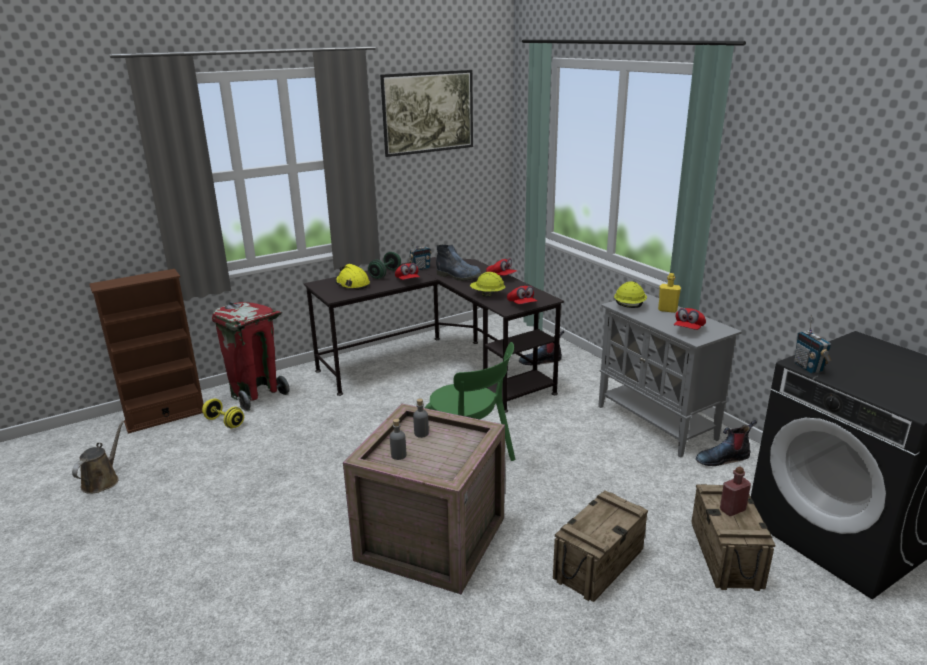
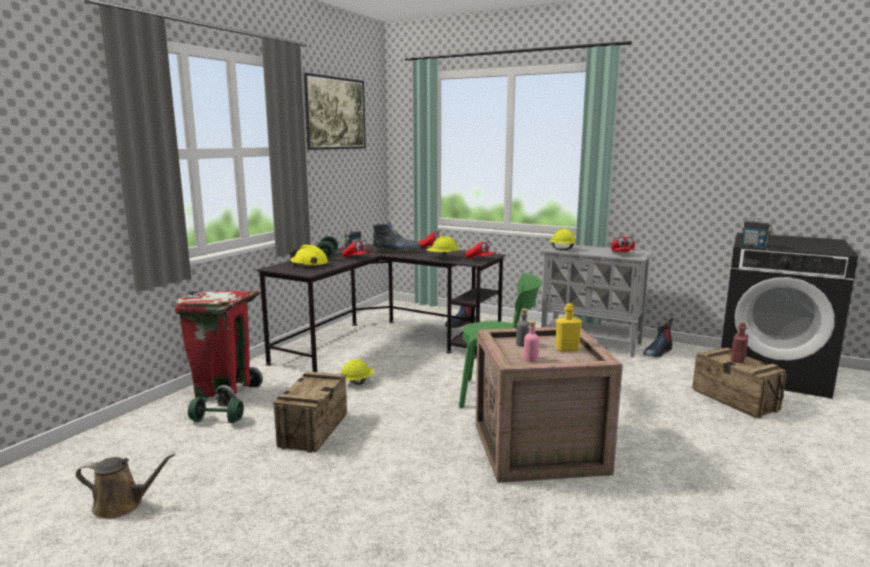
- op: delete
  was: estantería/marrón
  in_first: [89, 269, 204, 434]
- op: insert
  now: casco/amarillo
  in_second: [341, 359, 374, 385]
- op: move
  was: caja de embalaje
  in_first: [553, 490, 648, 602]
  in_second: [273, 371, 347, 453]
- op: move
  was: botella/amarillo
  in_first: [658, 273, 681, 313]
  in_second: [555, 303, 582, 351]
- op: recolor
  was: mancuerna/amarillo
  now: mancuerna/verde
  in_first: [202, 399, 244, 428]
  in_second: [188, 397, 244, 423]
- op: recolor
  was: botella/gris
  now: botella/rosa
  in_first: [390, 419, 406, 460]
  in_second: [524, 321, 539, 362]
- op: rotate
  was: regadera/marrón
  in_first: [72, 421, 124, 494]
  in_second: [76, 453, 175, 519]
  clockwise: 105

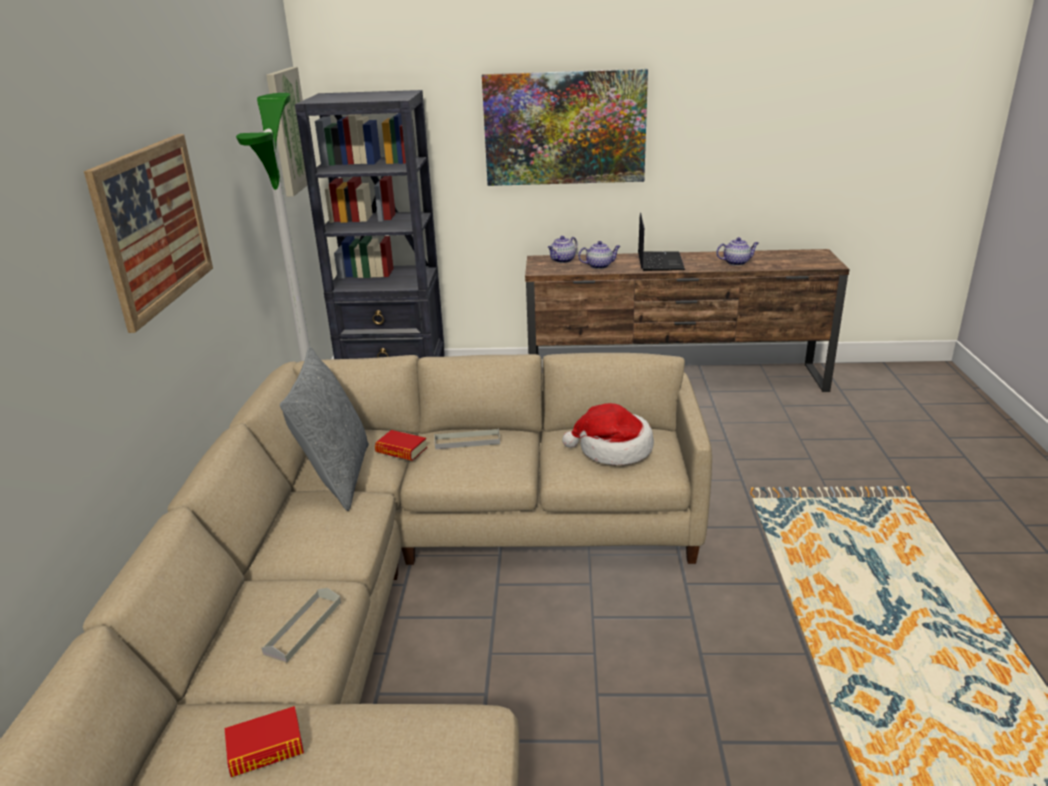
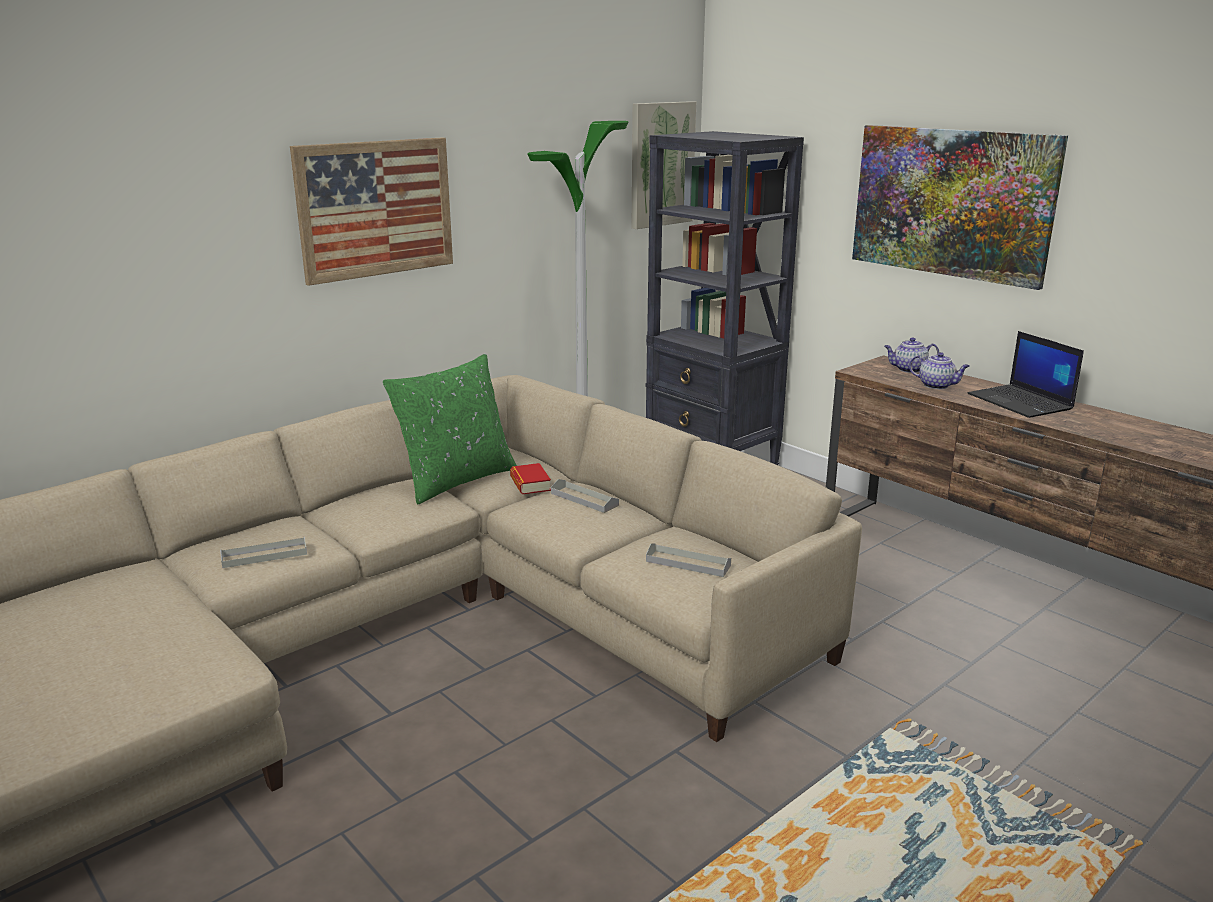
- op: delete
  was: libro
  in_first: [225, 706, 304, 777]
- op: delete
  was: tetera
  in_first: [716, 237, 759, 266]
- op: replace
  was: sombrero
  now: bandeja/gris
  in_first: [562, 403, 654, 465]
  in_second: [646, 543, 731, 577]
- op: recolor
  was: cojín/gris
  now: cojín/verde
  in_first: [280, 347, 369, 511]
  in_second: [383, 354, 517, 504]
- op: rotate
  was: portátil
  in_first: [638, 213, 685, 271]
  in_second: [967, 331, 1084, 418]
  clockwise: 105

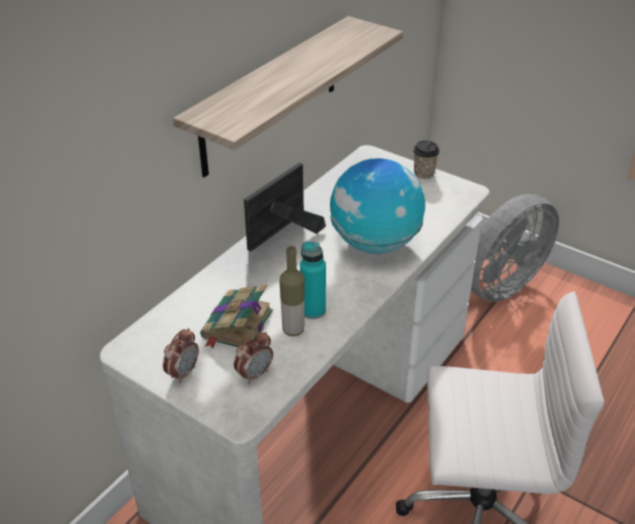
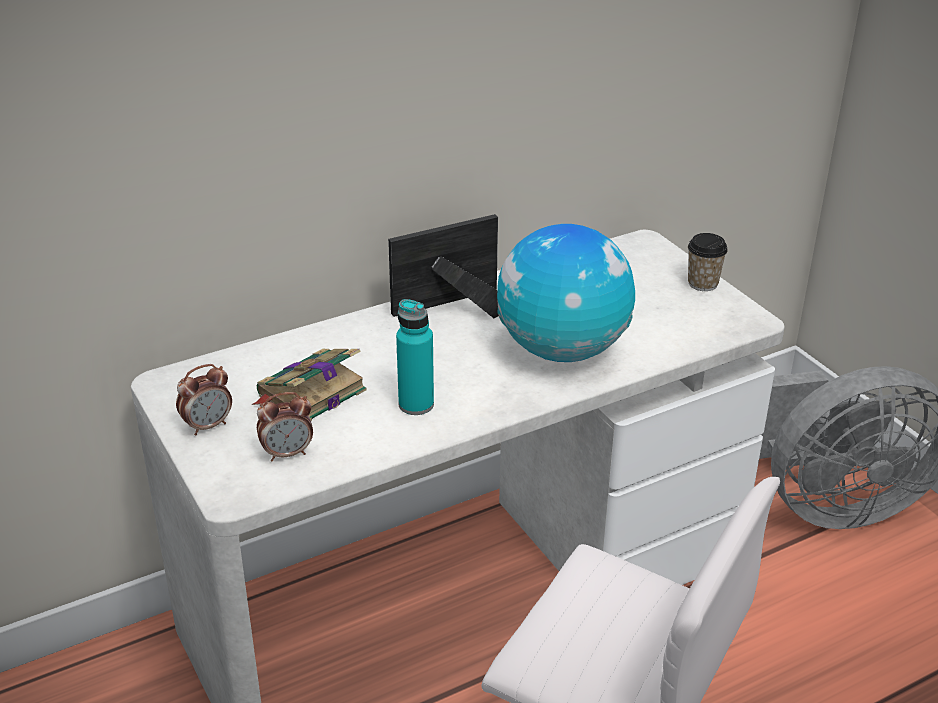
- op: delete
  was: estante
  in_first: [173, 16, 403, 178]
- op: delete
  was: botella
  in_first: [279, 246, 305, 336]

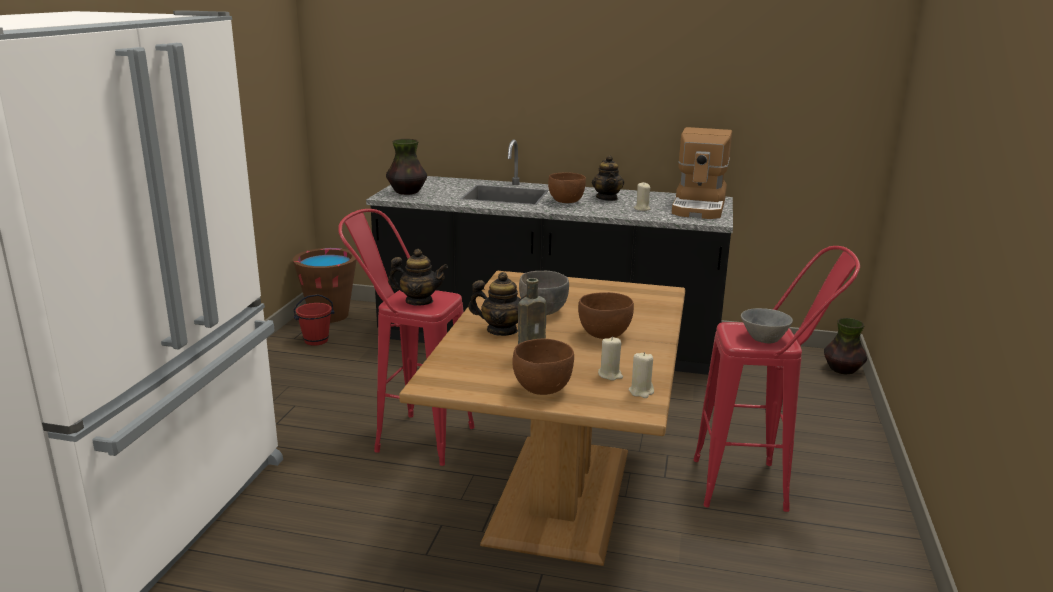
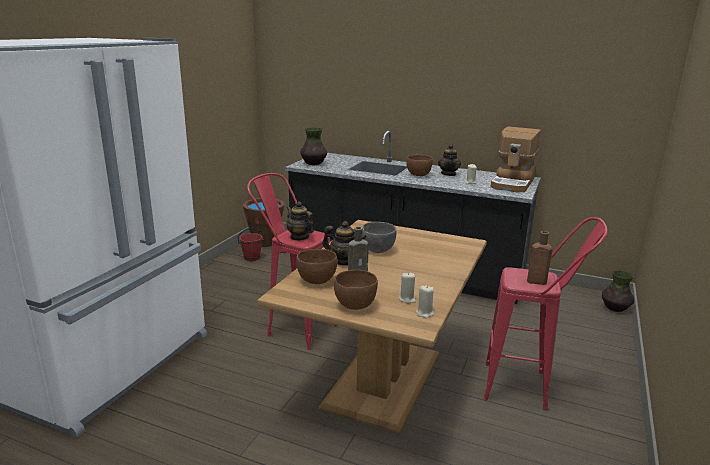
- op: move
  was: cuenco/marrón
  in_first: [578, 292, 634, 339]
  in_second: [296, 249, 337, 284]
- op: replace
  was: cuenco/gris
  now: botella/marrón
  in_first: [741, 308, 793, 343]
  in_second: [527, 231, 553, 285]
- op: rotate
  was: tetera
  in_first: [388, 249, 448, 306]
  in_second: [286, 201, 313, 241]
  clockwise: -150

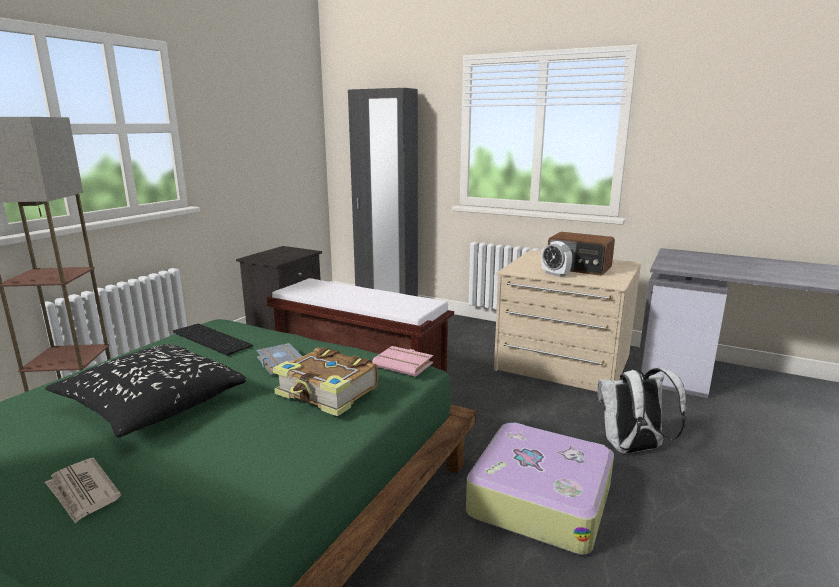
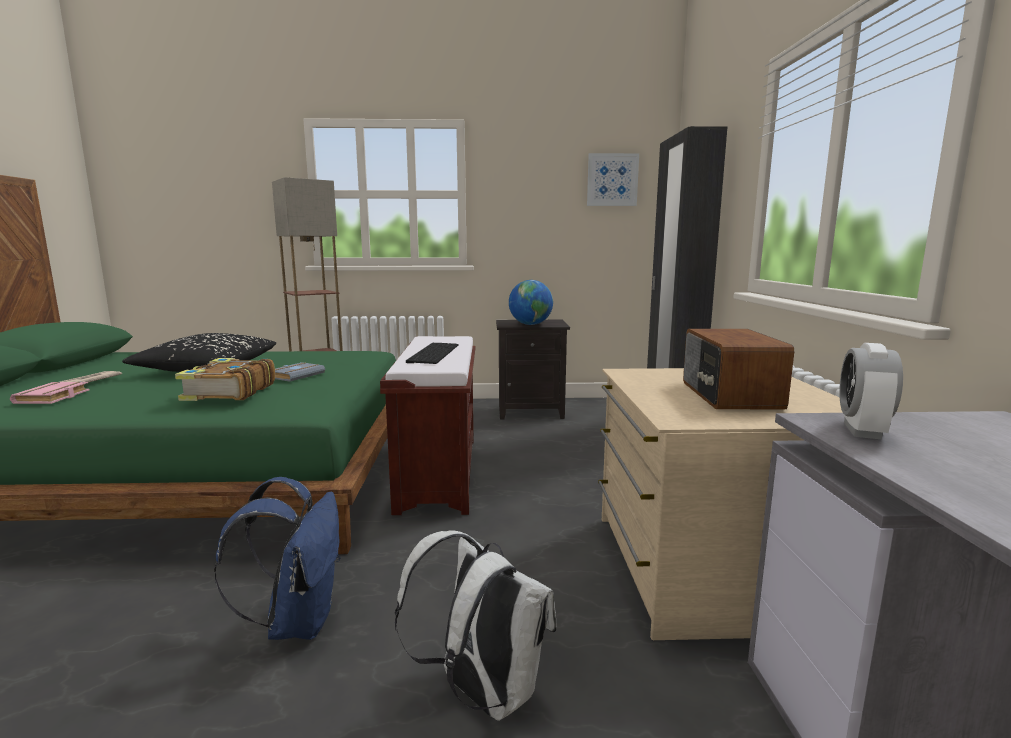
- op: insert
  now: globo terráqueo
  in_second: [509, 280, 553, 325]
- op: insert
  now: cuadro
  in_second: [587, 153, 639, 206]
- op: move
  was: teclado
  in_first: [173, 324, 253, 356]
  in_second: [406, 343, 458, 364]
- op: move
  was: libro/rosa
  in_first: [372, 346, 433, 377]
  in_second: [10, 382, 89, 404]
- op: move
  was: despertador
  in_first: [542, 241, 572, 277]
  in_second: [839, 343, 903, 440]
- op: replace
  was: maleta
  now: mochila/azul
  in_first: [466, 422, 614, 555]
  in_second: [214, 477, 340, 640]

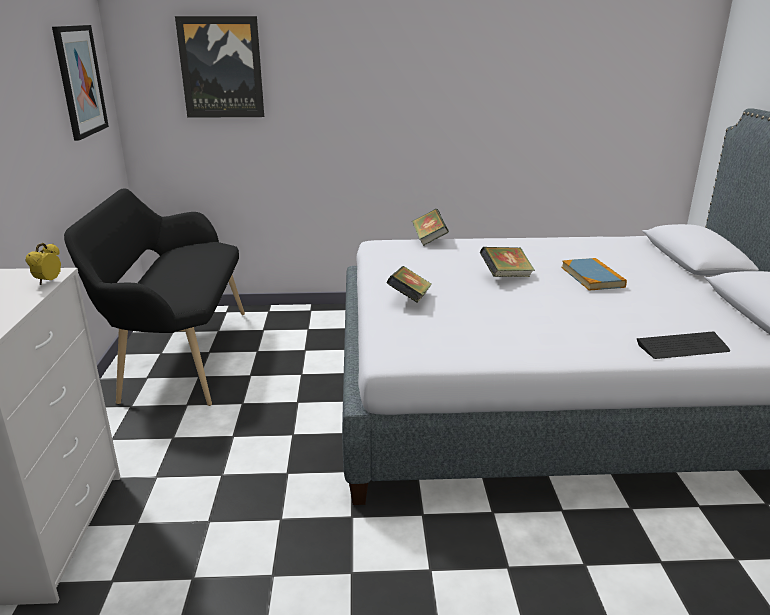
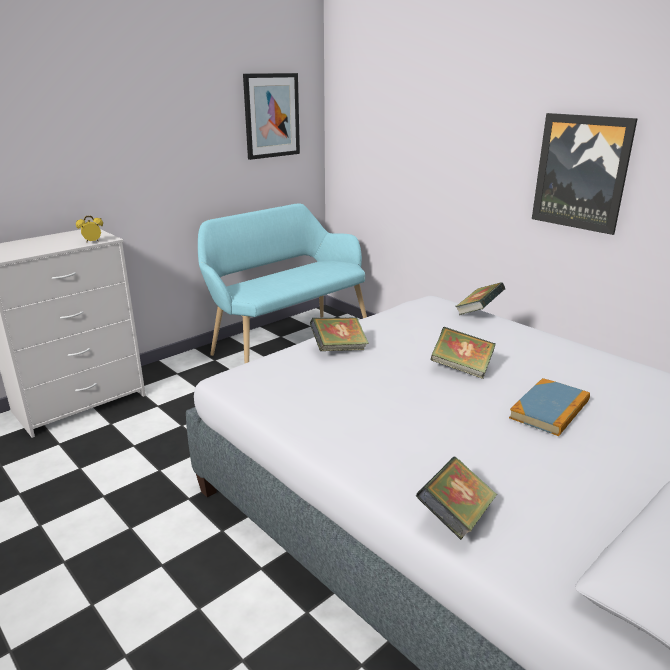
- op: move
  was: cuadro
  in_first: [175, 16, 264, 118]
  in_second: [532, 113, 638, 235]
- op: replace
  was: teclado
  now: libro
  in_first: [637, 331, 730, 359]
  in_second: [416, 457, 497, 540]
- op: recolor
  was: banco/negro
  now: banco/turquesa
  in_first: [64, 189, 245, 406]
  in_second: [198, 203, 367, 364]

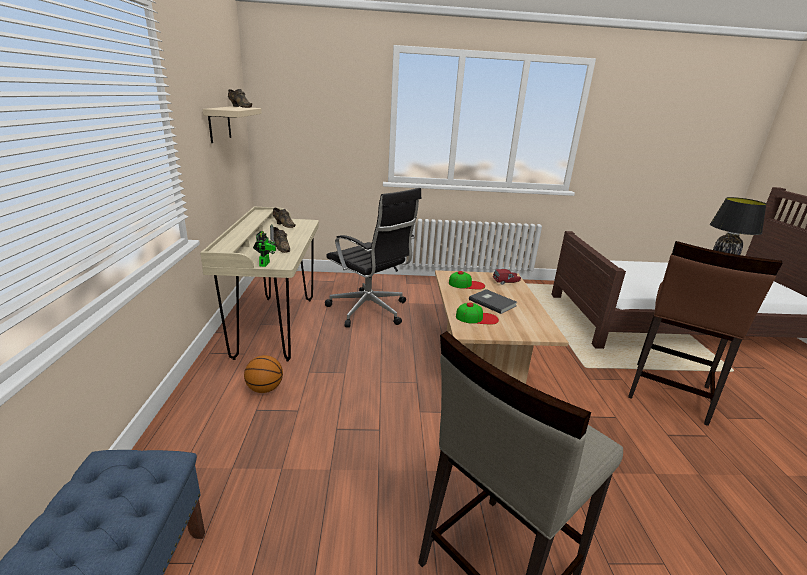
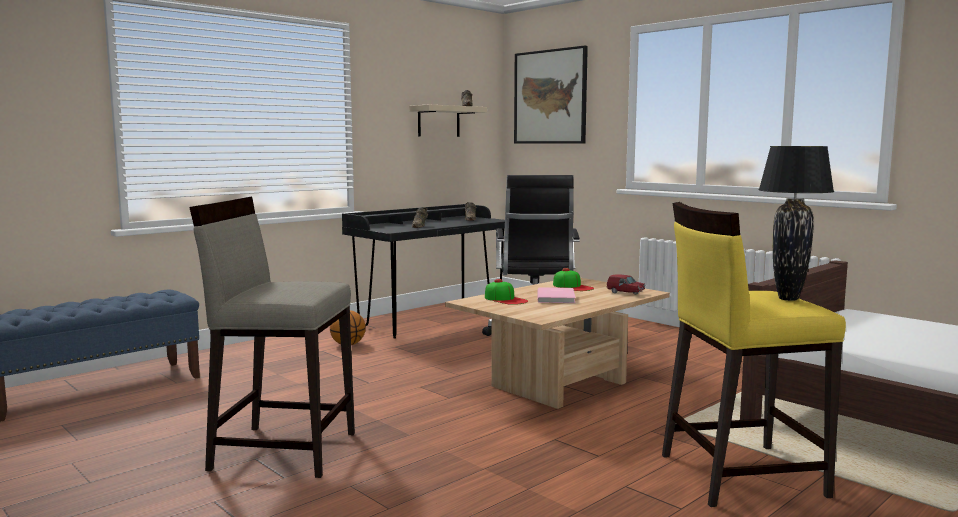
- op: delete
  was: robot de juguete
  in_first: [253, 225, 277, 267]
- op: insert
  now: cuadro
  in_second: [514, 45, 588, 144]
- op: recolor
  was: escritorio/beis
  now: escritorio/negro
  in_first: [200, 207, 319, 362]
  in_second: [342, 204, 505, 339]
- op: recolor
  was: libro/gris
  now: libro/rosa
  in_first: [469, 289, 517, 314]
  in_second: [538, 287, 575, 303]
- op: recolor
  was: taburete/marrón
  now: taburete/amarillo
  in_first: [628, 241, 783, 426]
  in_second: [662, 202, 846, 507]

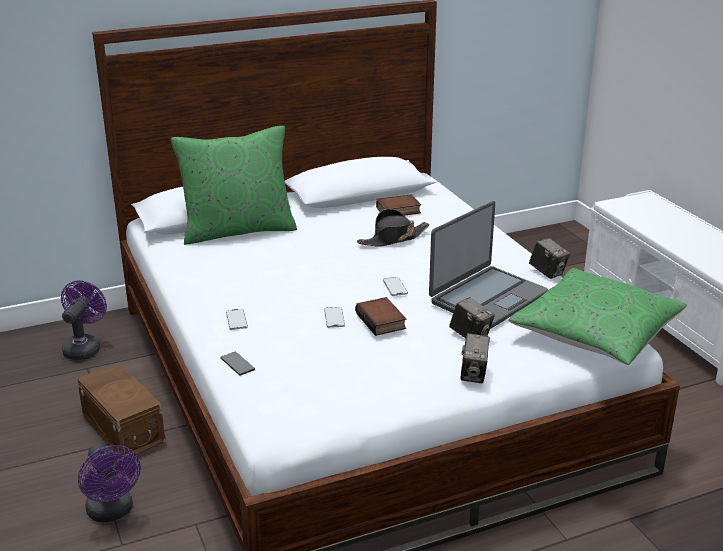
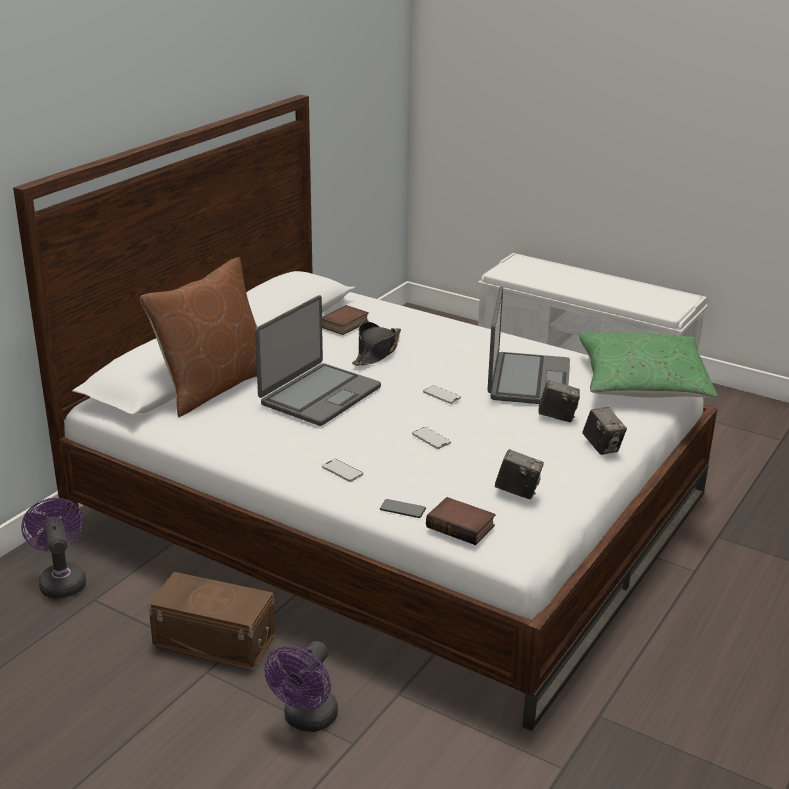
- op: insert
  now: portátil
  in_second: [255, 295, 381, 426]
- op: move
  was: libro
  in_first: [355, 297, 406, 336]
  in_second: [426, 497, 496, 545]
- op: move
  was: cámara
  in_first: [529, 238, 570, 279]
  in_second: [495, 449, 544, 499]
- op: recolor
  was: cojín/verde
  now: cojín/marrón
  in_first: [171, 126, 297, 245]
  in_second: [140, 257, 257, 417]
- op: rotate
  was: ventilador/morado
  in_first: [78, 444, 141, 522]
  in_second: [264, 641, 338, 732]
  clockwise: 90

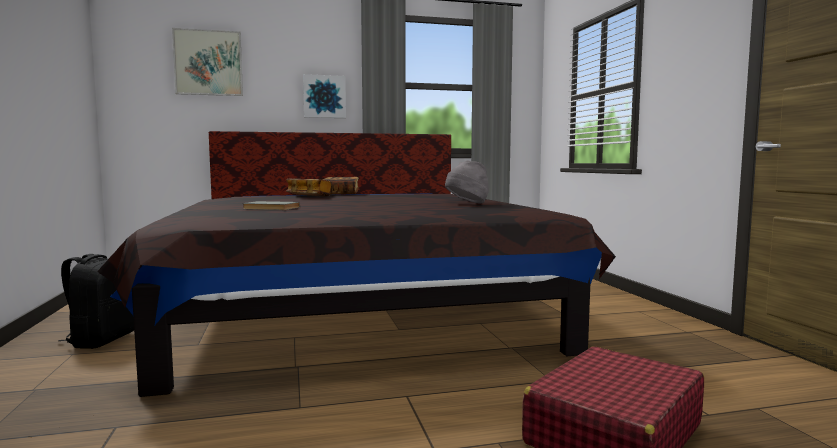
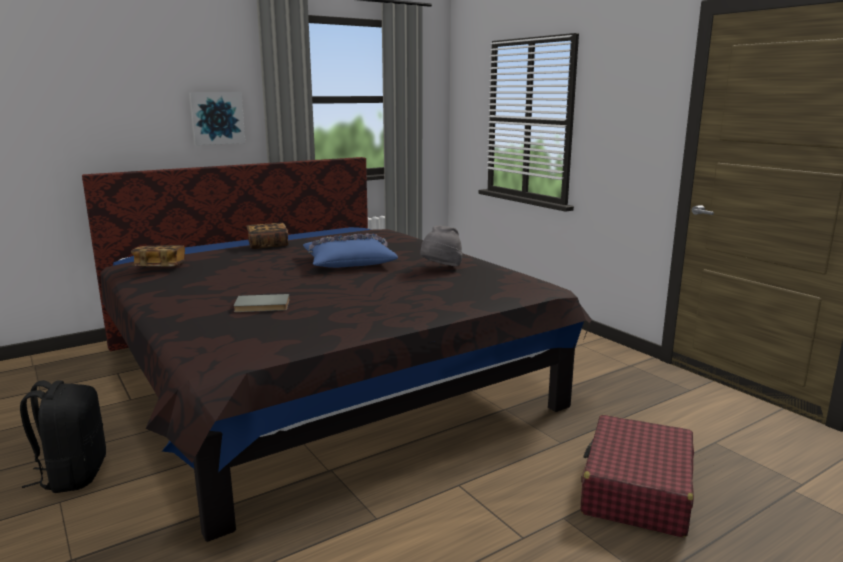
- op: delete
  was: cuadro
  in_first: [172, 28, 243, 96]
- op: insert
  now: cojín/azul
  in_second: [303, 233, 398, 268]
- op: move
  was: libro
  in_first: [286, 179, 331, 197]
  in_second: [131, 245, 185, 266]

